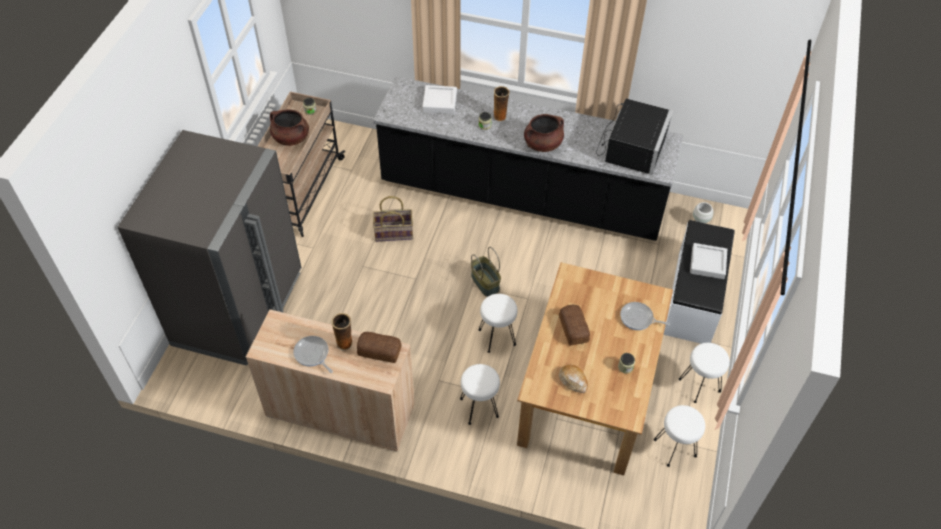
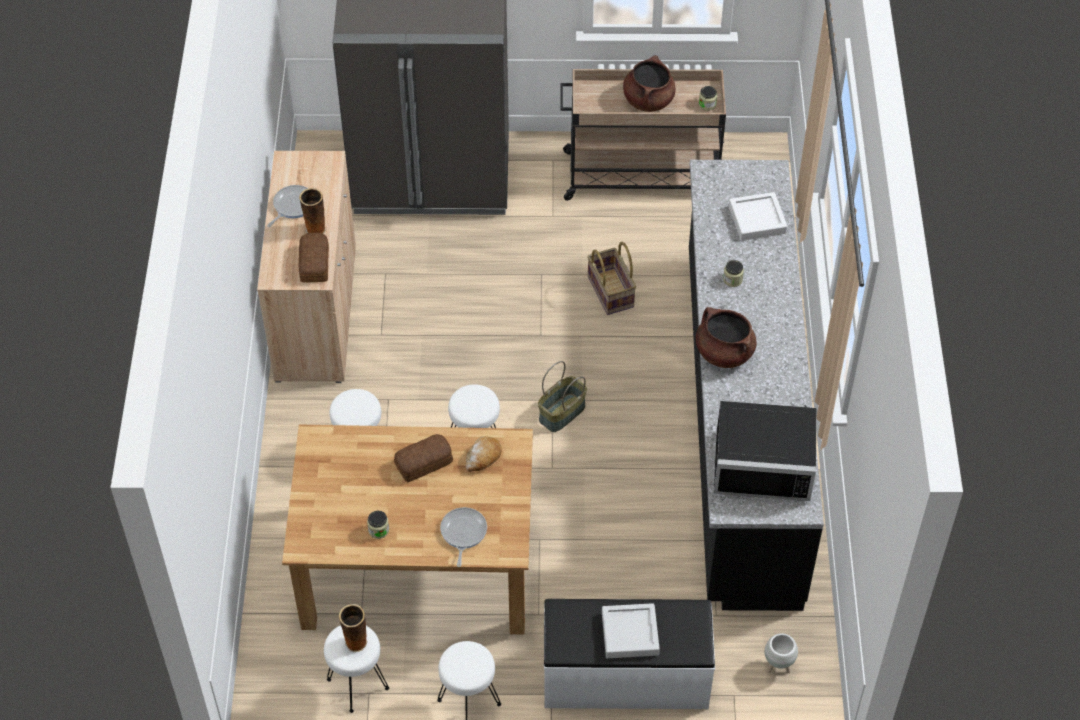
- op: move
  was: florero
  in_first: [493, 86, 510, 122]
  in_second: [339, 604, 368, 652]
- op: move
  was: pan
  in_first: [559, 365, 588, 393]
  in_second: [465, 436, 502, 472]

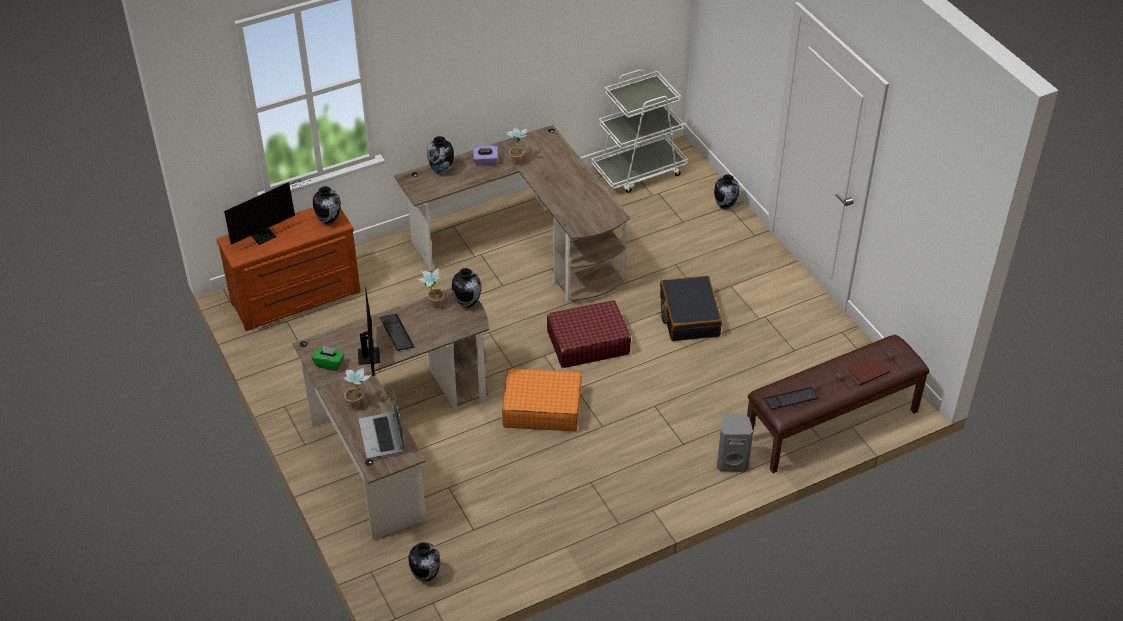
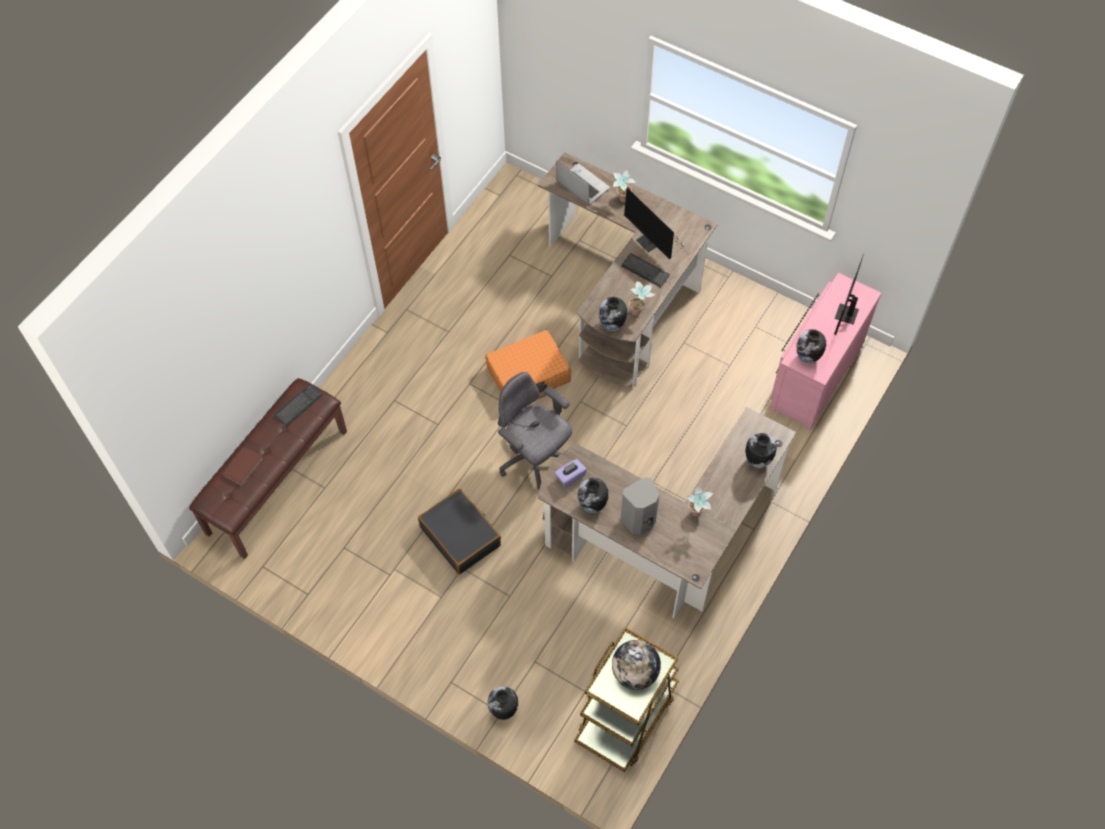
- op: delete
  was: caja de pañuelos/verde
  in_first: [312, 345, 344, 371]
- op: insert
  now: globo terráqueo
  in_second: [612, 640, 661, 690]
- op: move
  was: florero
  in_first: [408, 542, 440, 581]
  in_second: [578, 478, 608, 513]
- op: move
  was: caja de pañuelos/morado
  in_first: [473, 145, 498, 166]
  in_second: [555, 459, 587, 487]
- op: move
  was: altavoz/gris
  in_first: [717, 414, 753, 472]
  in_second: [620, 477, 659, 535]
- op: replace
  was: maleta/rojo
  now: silla de oficina/gris
  in_first: [547, 300, 631, 368]
  in_second: [498, 372, 572, 490]
- op: recolor
  was: cómoda/marrón
  now: cómoda/rosa
  in_first: [217, 208, 361, 331]
  in_second: [769, 273, 882, 430]
- op: recolor
  was: carrito/blanco
  now: carrito/marrón
  in_first: [591, 70, 688, 193]
  in_second: [575, 627, 679, 772]

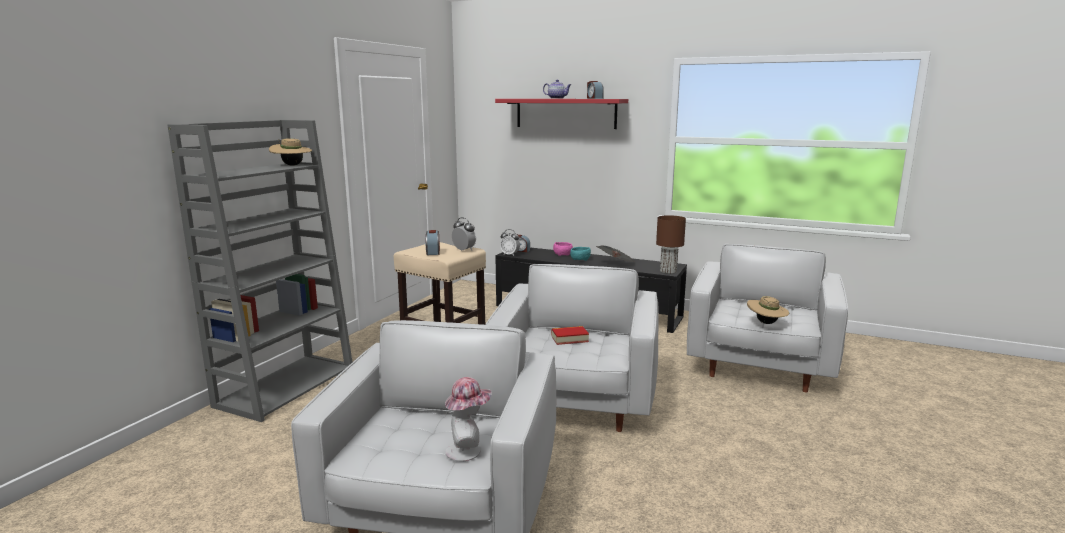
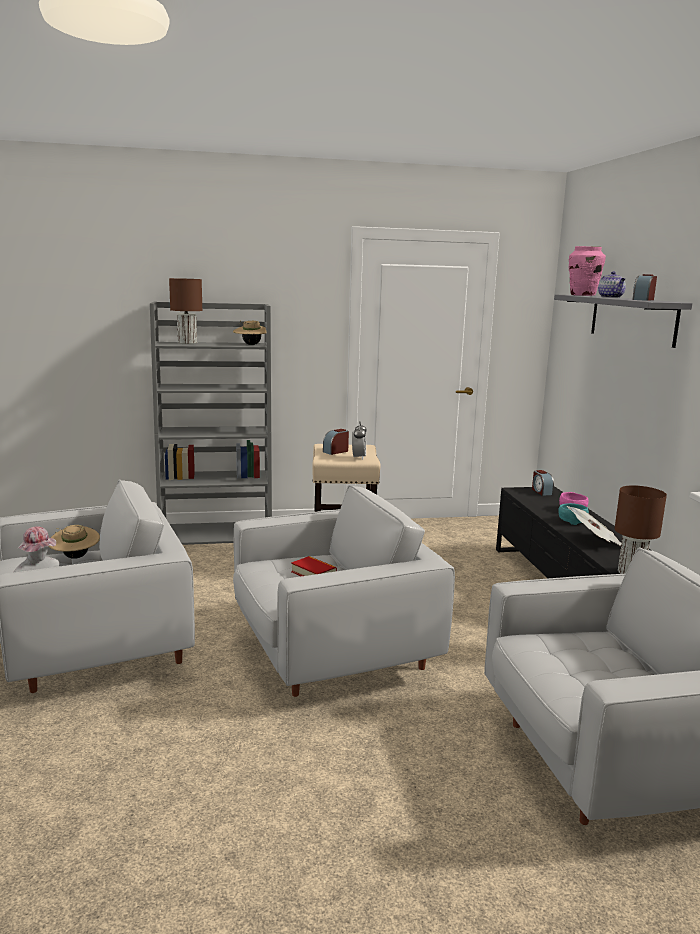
- op: delete
  was: despertador
  in_first: [500, 229, 520, 256]
- op: insert
  now: lámpara de mesa/marrón
  in_second: [169, 278, 202, 344]
- op: insert
  now: florero/rosa
  in_second: [569, 246, 606, 296]
- op: move
  was: sombrero/beis
  in_first: [747, 296, 789, 324]
  in_second: [49, 525, 100, 559]
- op: recolor
  was: estante/rojo
  now: estante/gris
  in_first: [495, 99, 628, 129]
  in_second: [554, 295, 693, 348]

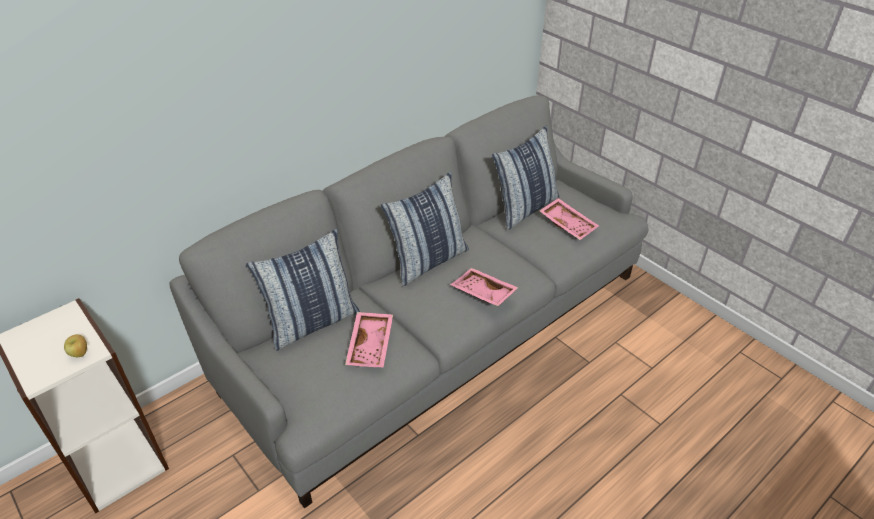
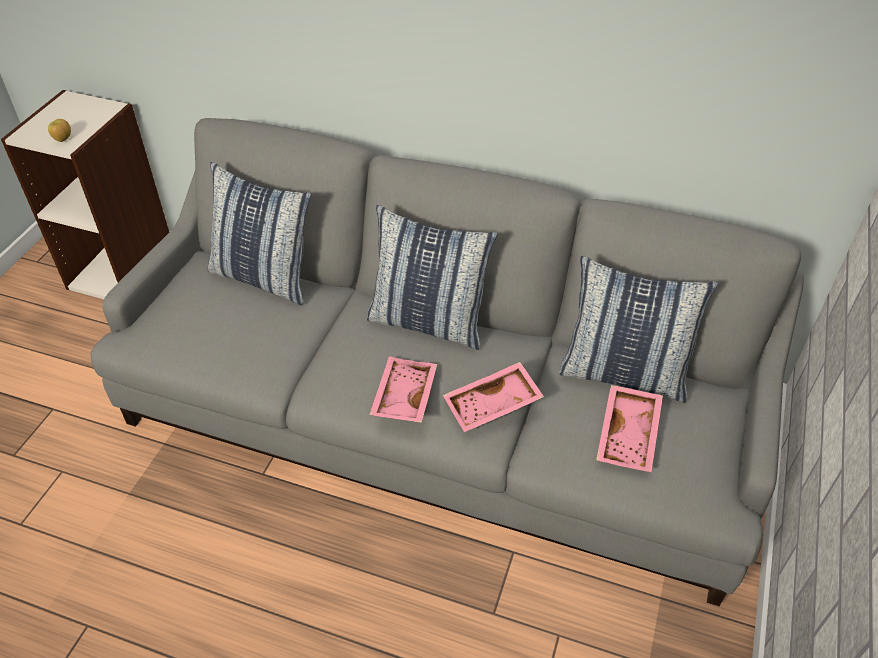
- op: move
  was: bandeja/rosa
  in_first: [345, 312, 393, 367]
  in_second: [443, 362, 544, 432]

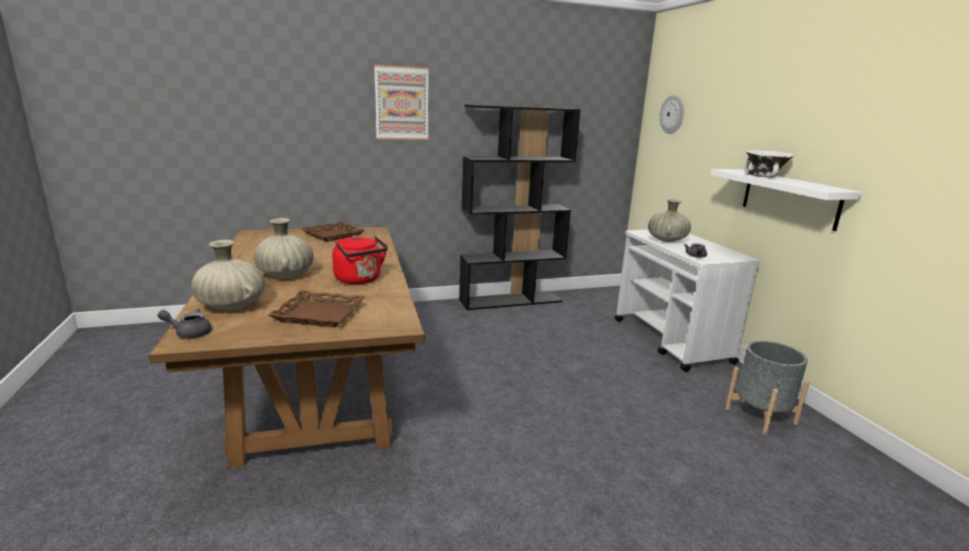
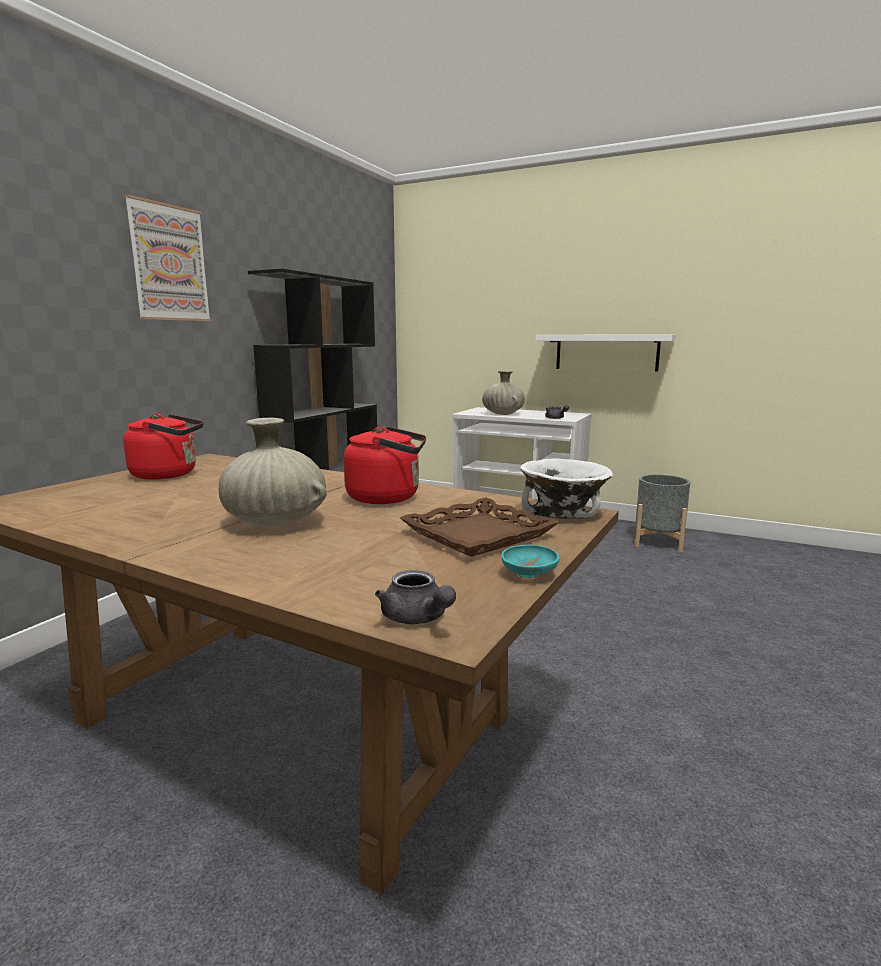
- op: delete
  was: florero/beis
  in_first: [191, 240, 265, 310]
- op: delete
  was: reloj de pared
  in_first: [660, 95, 684, 134]
- op: insert
  now: cuenco/turquesa
  in_second: [501, 545, 560, 578]
- op: move
  was: cuenco/blanco
  in_first: [744, 150, 794, 178]
  in_second: [520, 458, 613, 519]
- op: replace
  was: bandeja/marrón
  now: hervidor/rojo
  in_first: [301, 222, 365, 242]
  in_second: [123, 414, 204, 480]
- op: rotate
  was: tetera/gris
  in_first: [157, 308, 211, 338]
  in_second: [375, 570, 456, 624]
  clockwise: -75

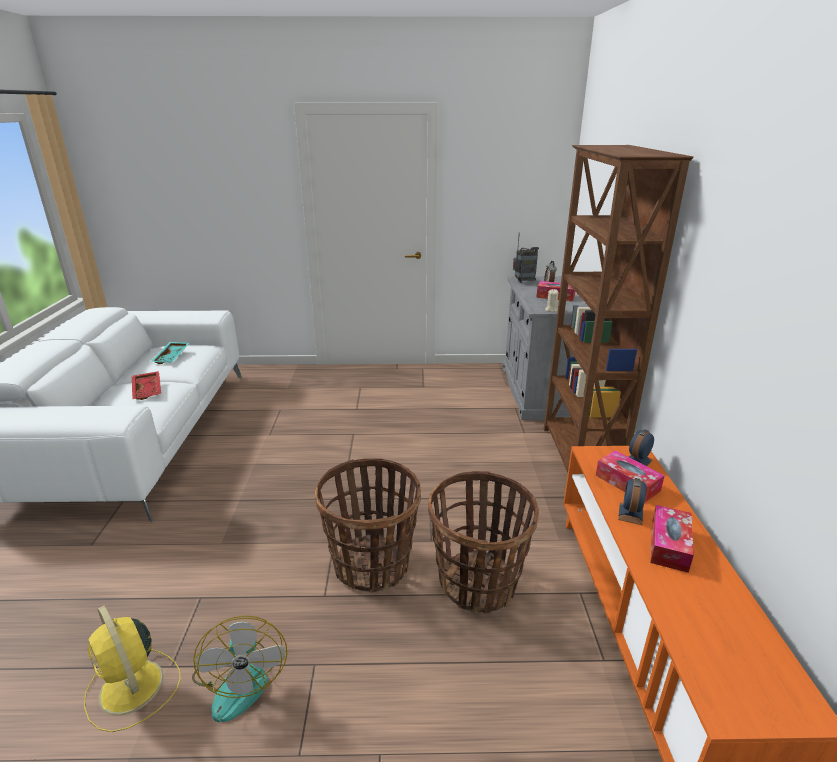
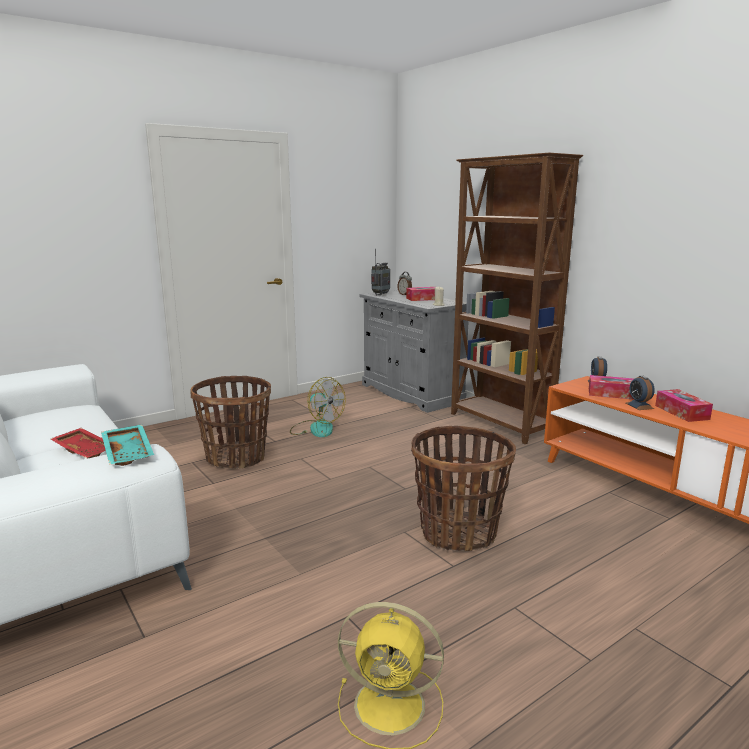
- op: move
  was: bandeja/turquesa
  in_first: [151, 342, 189, 364]
  in_second: [101, 425, 154, 466]
- op: move
  was: ventilador
  in_first: [192, 615, 287, 722]
  in_second: [290, 377, 346, 437]
- op: move
  was: cesta
  in_first: [428, 471, 539, 614]
  in_second: [190, 376, 271, 469]

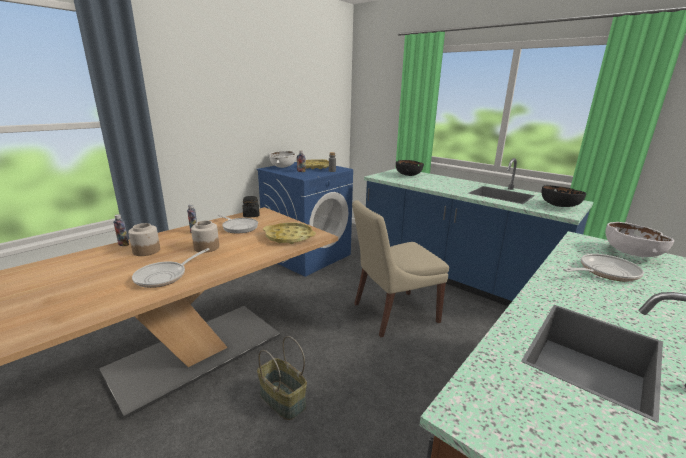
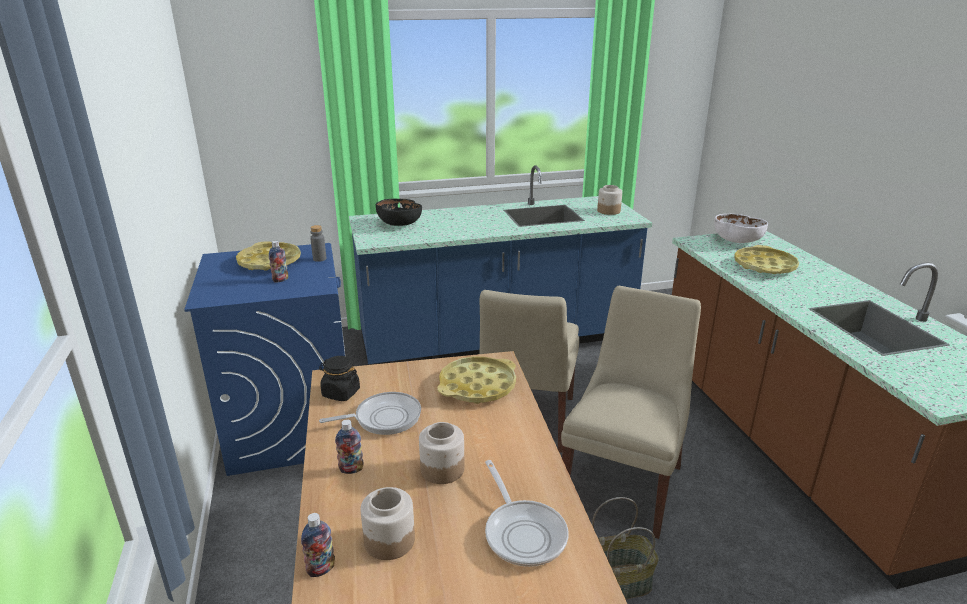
- op: delete
  was: cuenco/blanco
  in_first: [269, 151, 296, 168]
- op: insert
  now: silla/beis
  in_second: [561, 286, 701, 539]
- op: replace
  was: cuenco/negro
  now: tarro
  in_first: [541, 185, 586, 207]
  in_second: [597, 185, 622, 215]
- op: replace
  was: sartén
  now: bandeja/amarillo
  in_first: [563, 254, 644, 282]
  in_second: [734, 245, 799, 274]

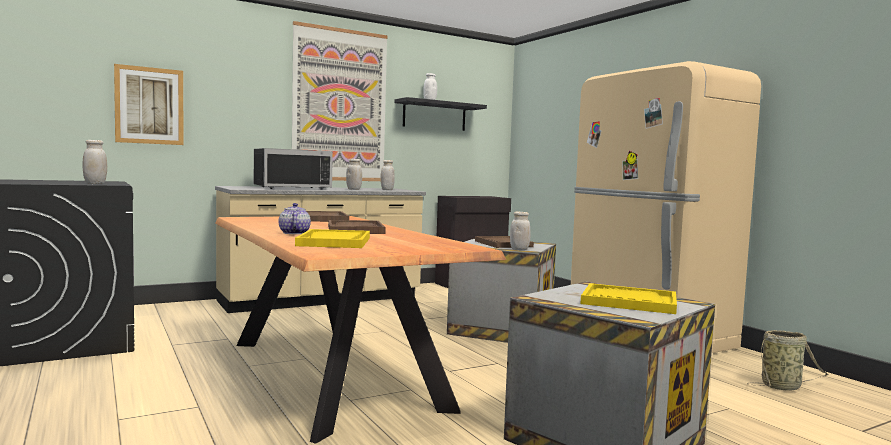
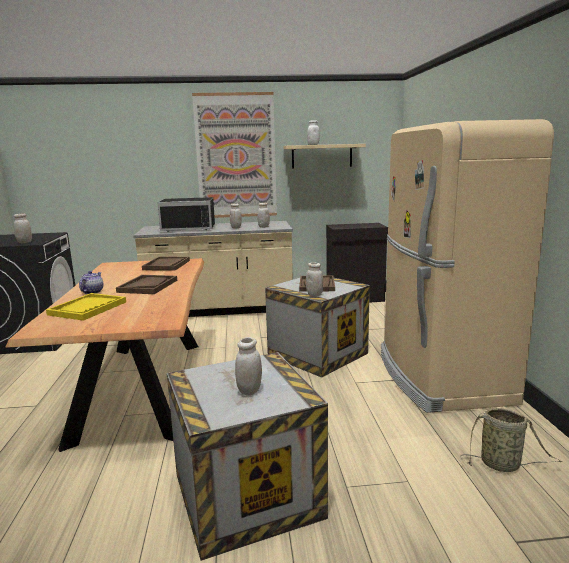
- op: delete
  was: cuadro
  in_first: [114, 64, 184, 145]
- op: replace
  was: bandeja/amarillo
  now: tarro/blanco
  in_first: [581, 283, 677, 314]
  in_second: [235, 337, 262, 396]
- op: recolor
  was: estante/negro
  now: estante/beis
  in_first: [394, 97, 487, 131]
  in_second: [284, 144, 366, 168]

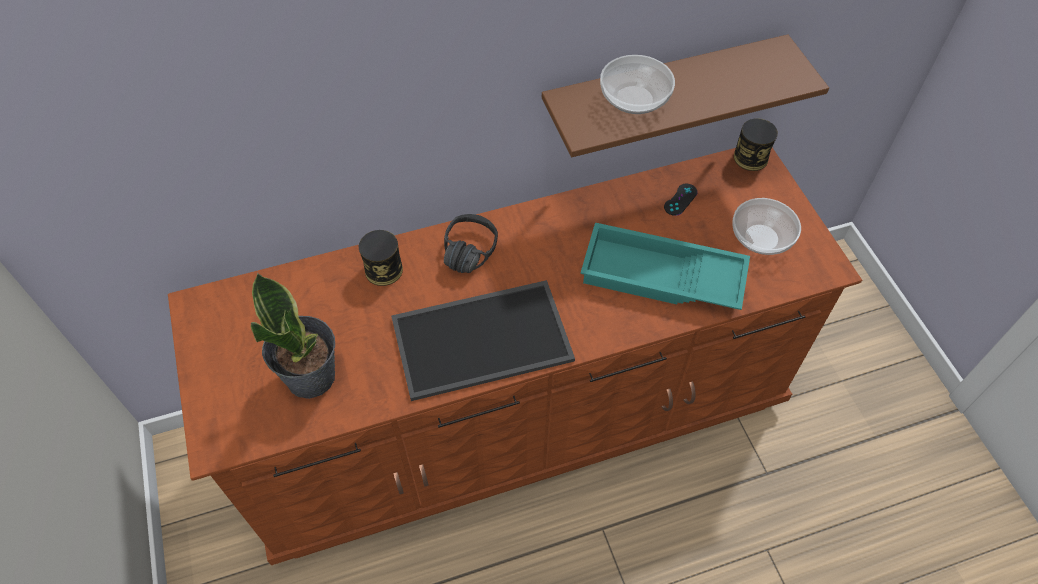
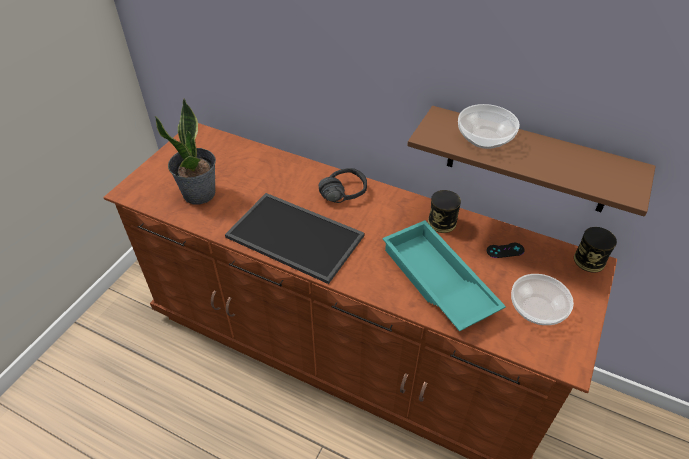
- op: move
  was: lata
  in_first: [359, 230, 403, 286]
  in_second: [428, 190, 461, 233]

